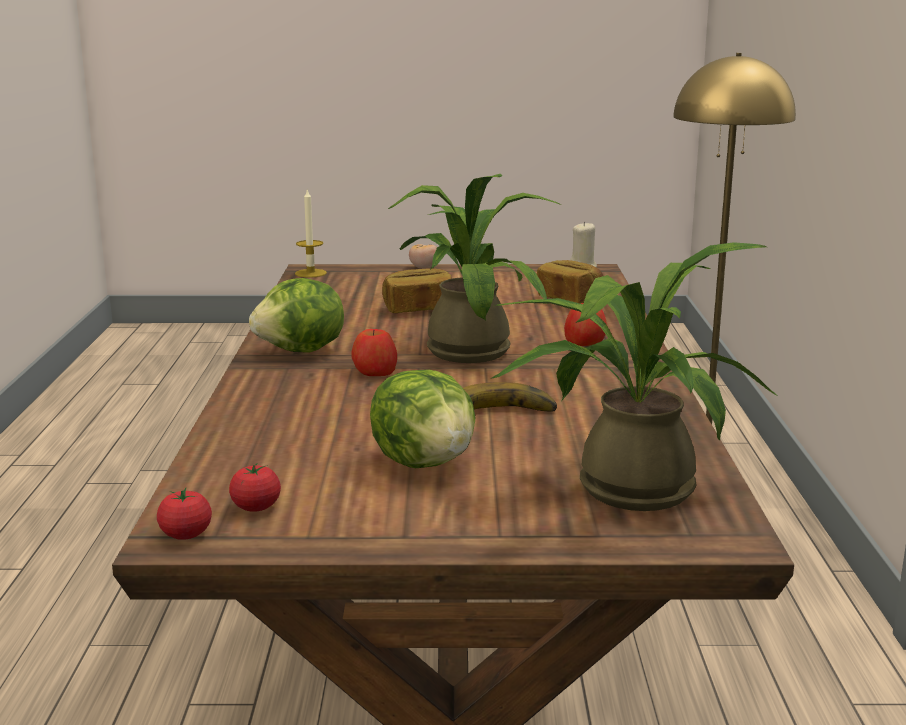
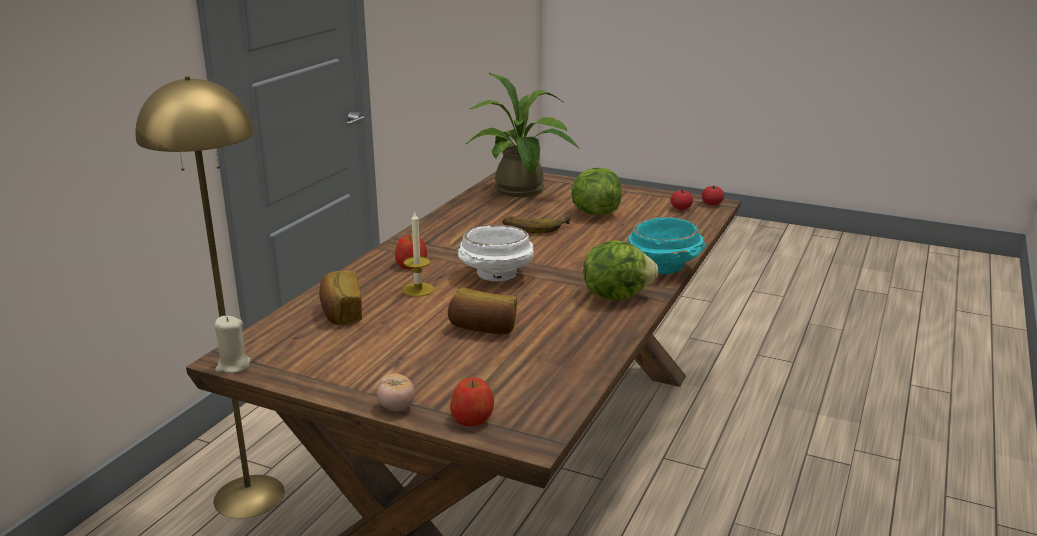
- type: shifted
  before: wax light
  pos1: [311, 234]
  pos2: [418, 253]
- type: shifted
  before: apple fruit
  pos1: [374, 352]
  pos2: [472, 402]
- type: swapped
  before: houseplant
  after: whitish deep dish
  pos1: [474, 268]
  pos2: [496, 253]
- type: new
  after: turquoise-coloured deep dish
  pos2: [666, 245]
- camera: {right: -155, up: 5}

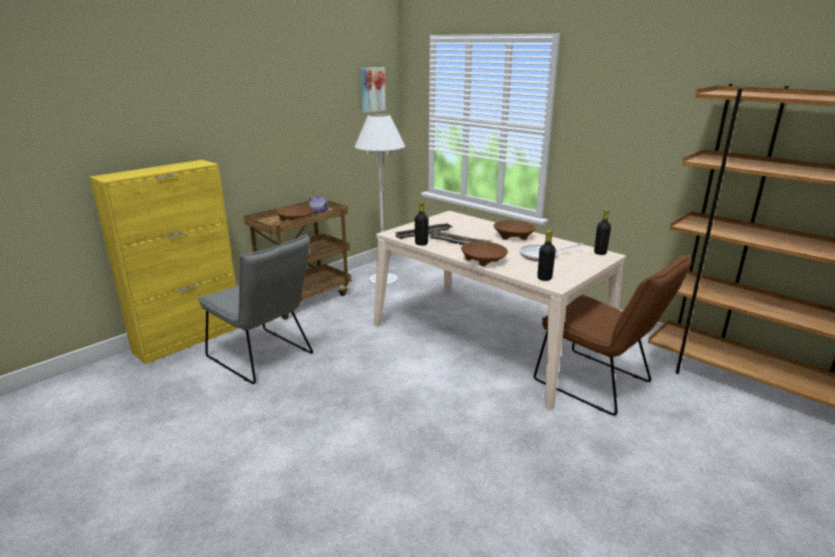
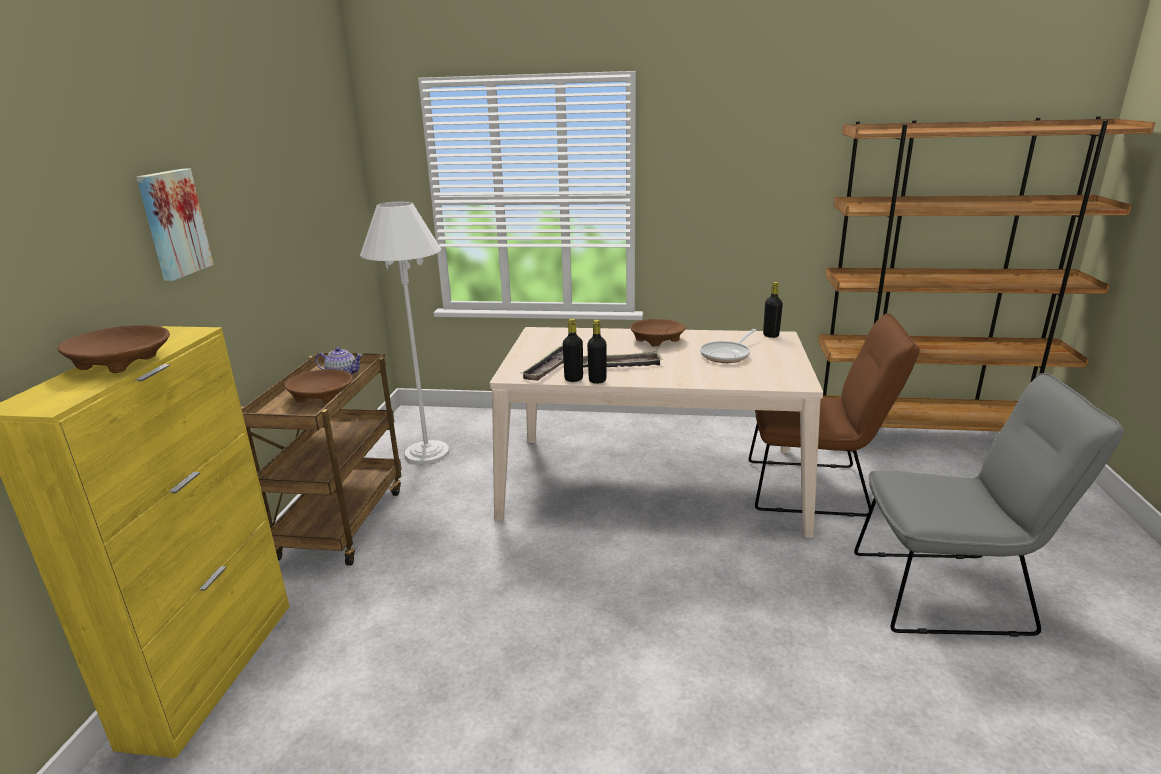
- type: shifted
  before: brownish deep dish
  pos1: [484, 253]
  pos2: [114, 349]
- type: shifted
  before: wall art
  pos1: [373, 90]
  pos2: [175, 225]
- type: shifted
  before: black-coloured beverage bottle
  pos1: [546, 255]
  pos2: [597, 352]
- type: shifted
  before: greyish chair
  pos1: [255, 309]
  pos2: [989, 505]
- camera: {right: -35, up: 0}

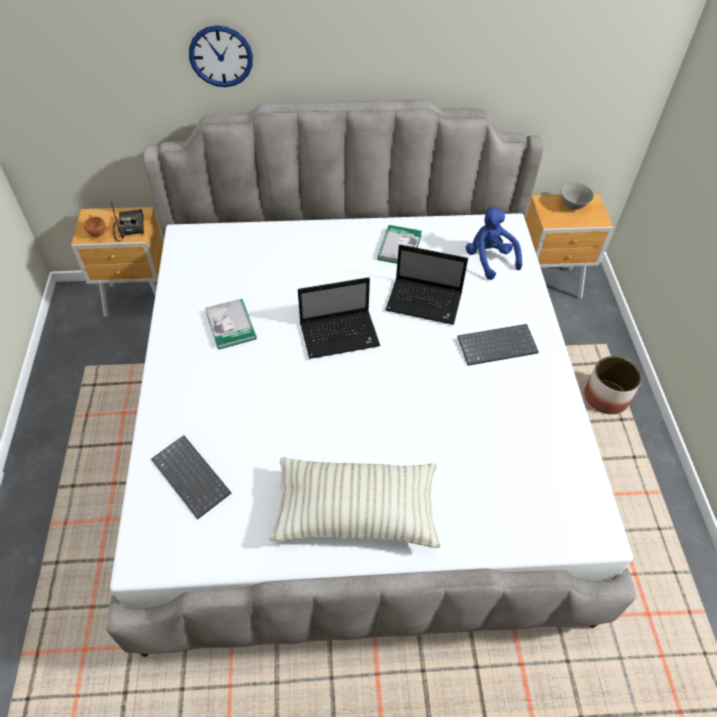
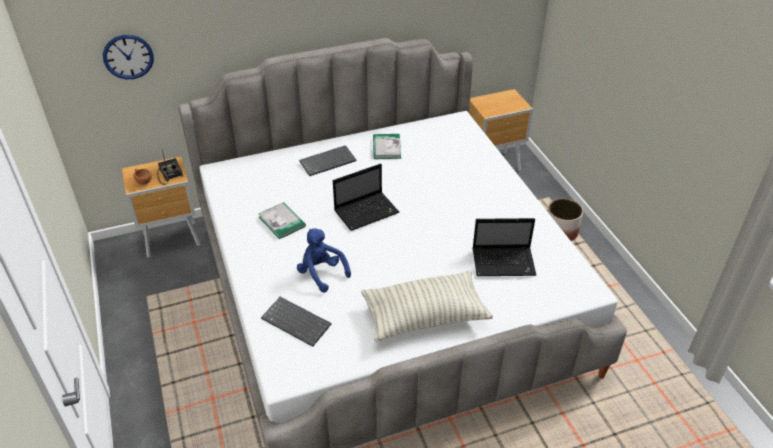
- type: shifted
  before: clock on the wall
  pos1: [221, 56]
  pos2: [128, 57]
- type: shifted
  before: blue-coloured soft toy
  pos1: [494, 243]
  pos2: [324, 260]
- type: shifted
  before: keyboard
  pos1: [498, 345]
  pos2: [328, 160]
- type: shifted
  before: portable computer
  pos1: [427, 285]
  pos2: [504, 247]
- type: gone
  before: greyish deep dish
  pos1: [577, 196]
- camera: {right: -15, up: -10}

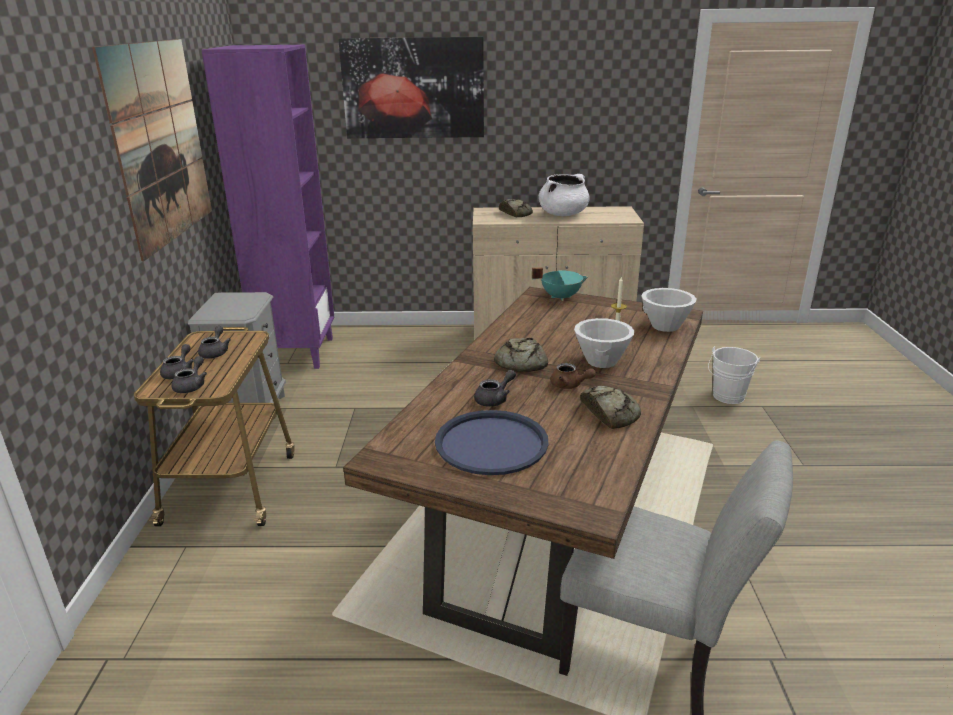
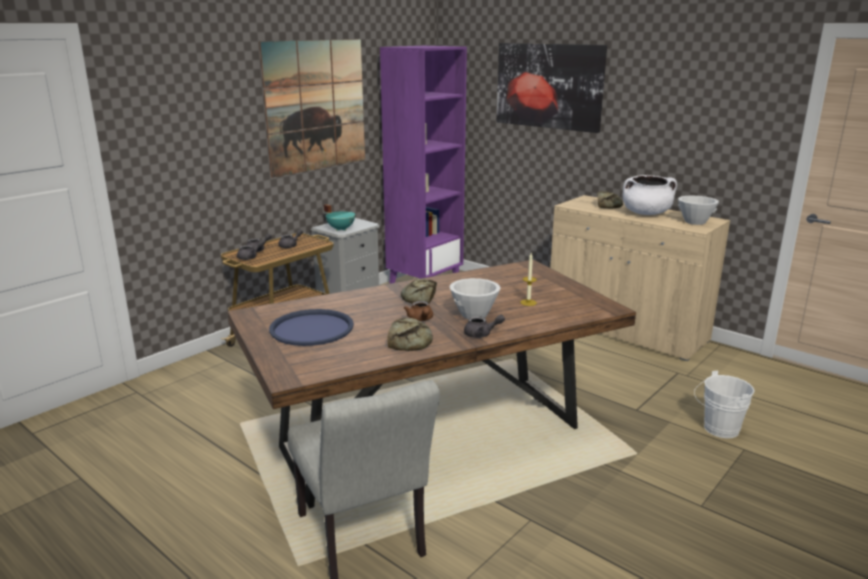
- type: shifted
  before: turquoise-coloured stockpot
  pos1: [560, 284]
  pos2: [339, 217]
- type: shifted
  before: greyish tea pot
  pos1: [495, 388]
  pos2: [484, 326]
- type: shifted
  before: whitish deep dish
  pos1: [669, 310]
  pos2: [698, 210]
- camera: {right: 40, up: -5}

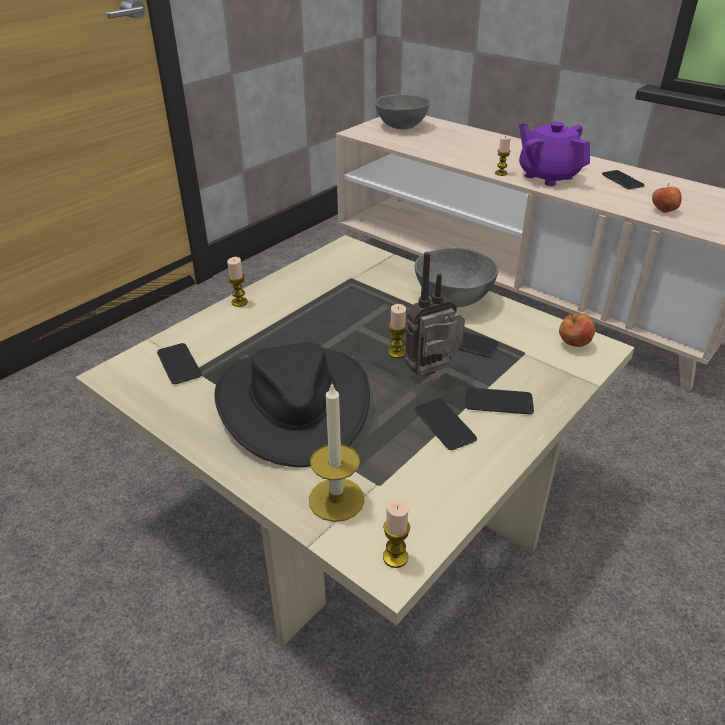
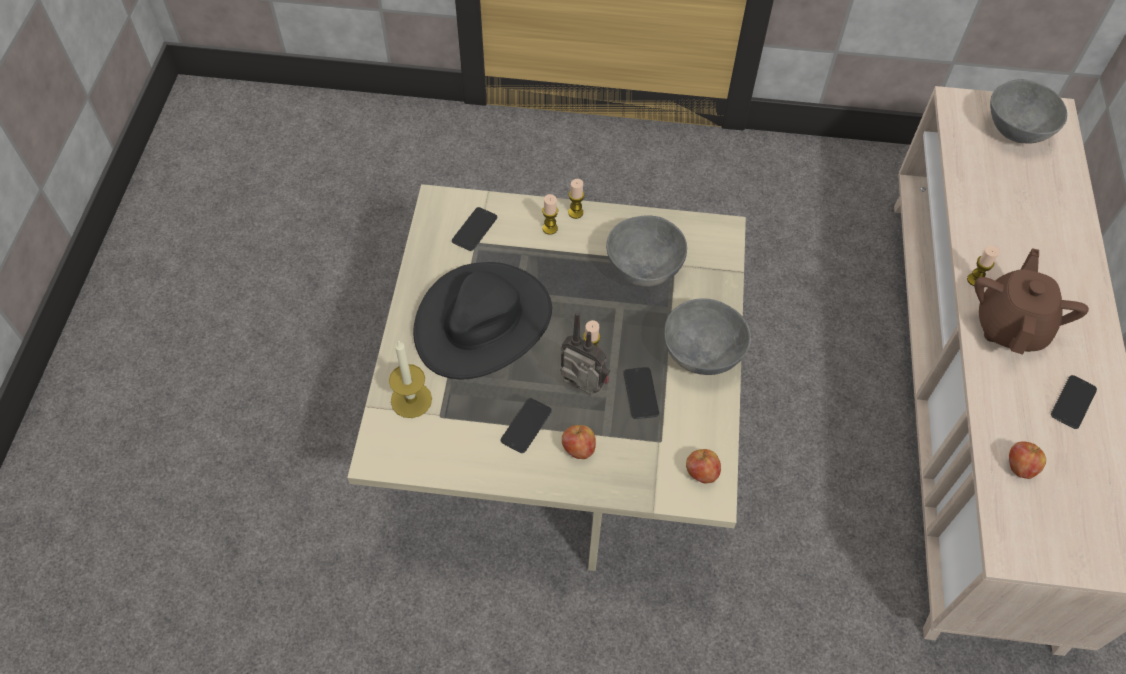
- type: shifted
  before: wax light
  pos1: [396, 534]
  pos2: [550, 214]
- type: swapped
  before: phone
  after: apple fruit
  pos1: [499, 401]
  pos2: [579, 442]
- type: new
  after: greyish deep dish
  pos2: [646, 251]
- type: repainted
  before: purple tea pot
  after: brownish tea pot
  pos1: [554, 154]
  pos2: [1031, 301]
- camera: {right: 55, up: 20}

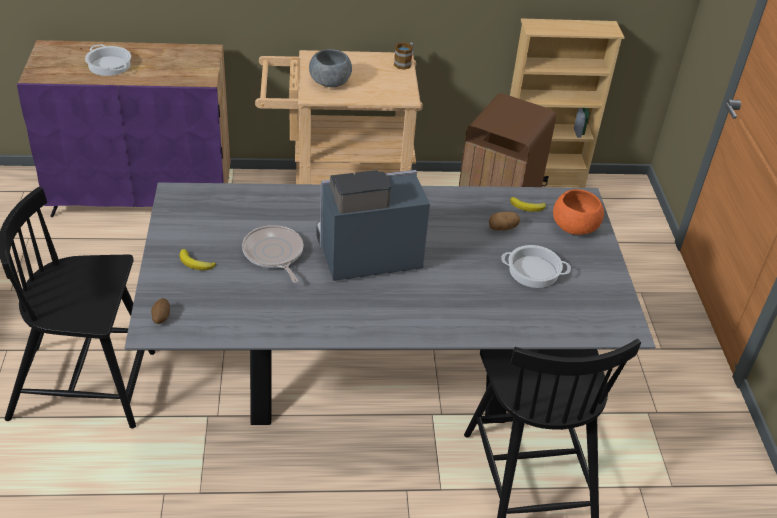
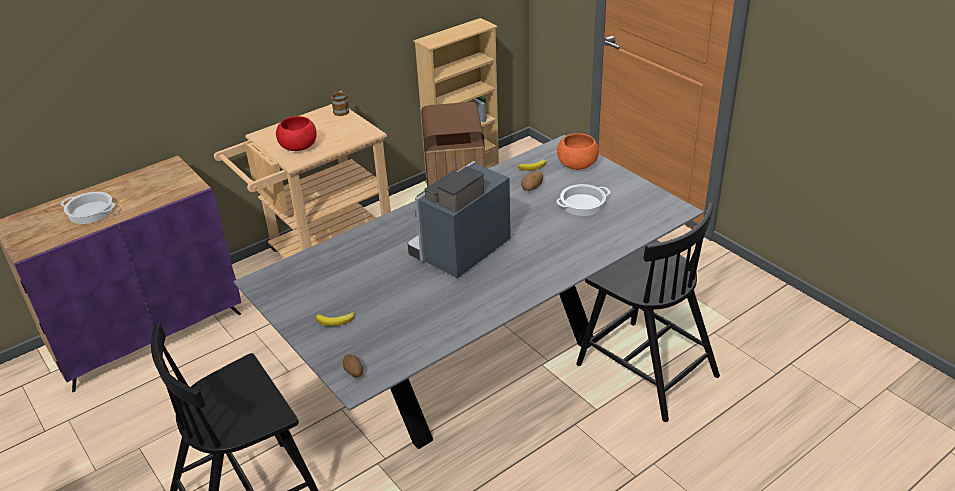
- type: repainted
  before: greyish deep dish
  after: red deep dish
  pos1: [330, 68]
  pos2: [296, 133]
- type: gone
  before: pan
  pos1: [273, 254]
- camera: {right: -30, up: -5}

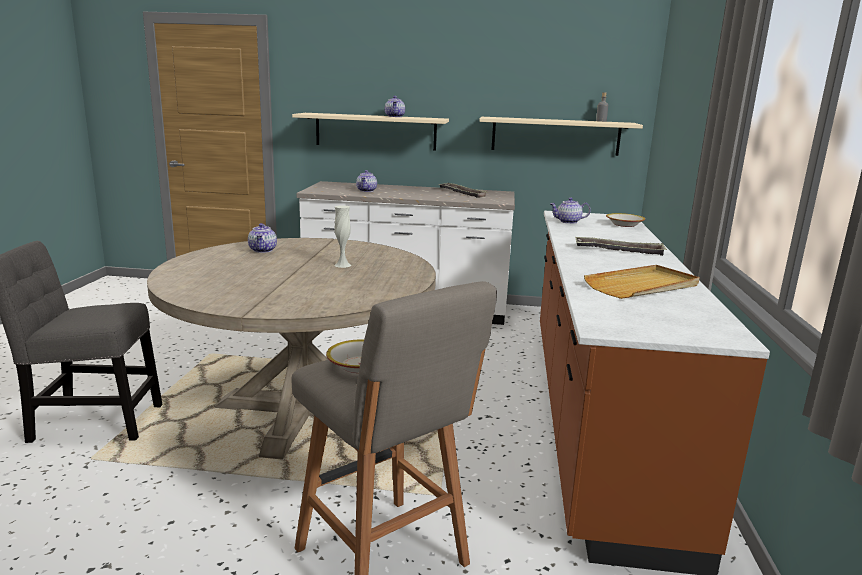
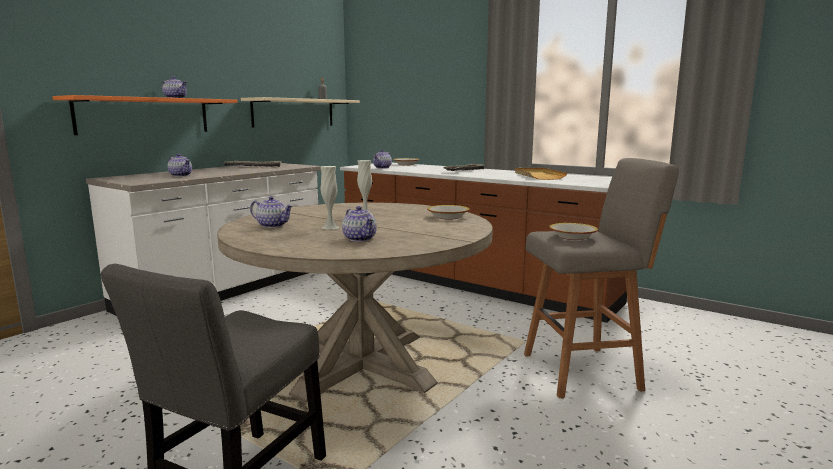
- type: repainted
  before: beige shelf
  after: orangey shelf
  pos1: [370, 132]
  pos2: [145, 115]
- type: new
  after: whitish decorative vase
  pos2: [329, 198]
- type: new
  after: tea pot
  pos2: [359, 224]
- type: new
  after: deep dish
  pos2: [448, 212]
- camera: {right: -60, up: -5}

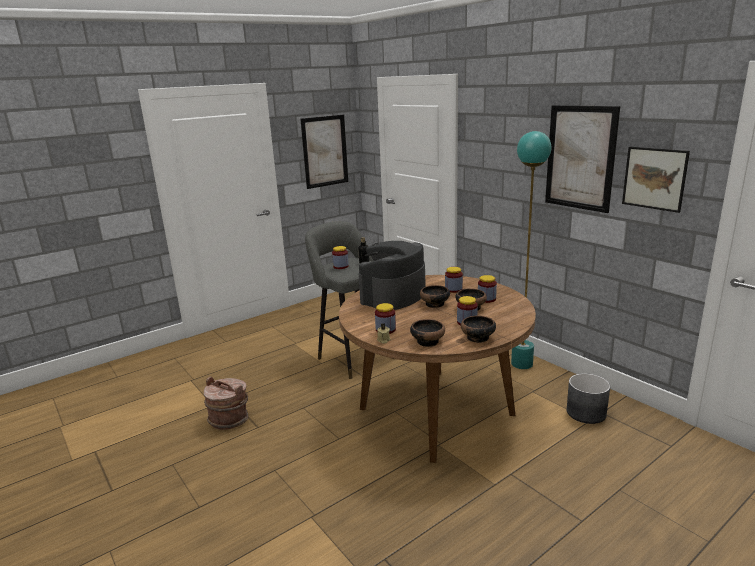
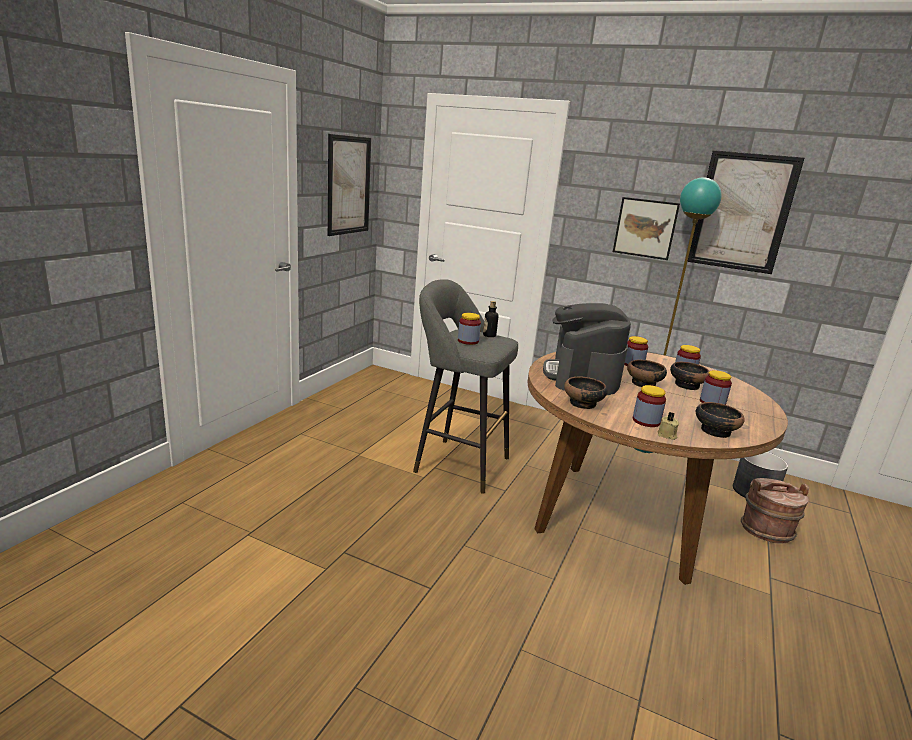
- type: shifted
  before: deep dish
  pos1: [478, 329]
  pos2: [586, 392]
- type: shifted
  before: wall art
  pos1: [656, 180]
  pos2: [646, 228]
- type: shifted
  before: brownish water bucket
  pos1: [226, 403]
  pos2: [775, 511]
- camera: {right: -30, up: 0}

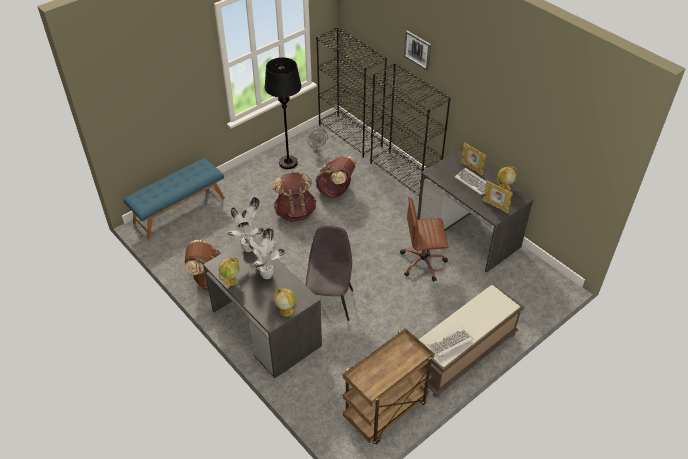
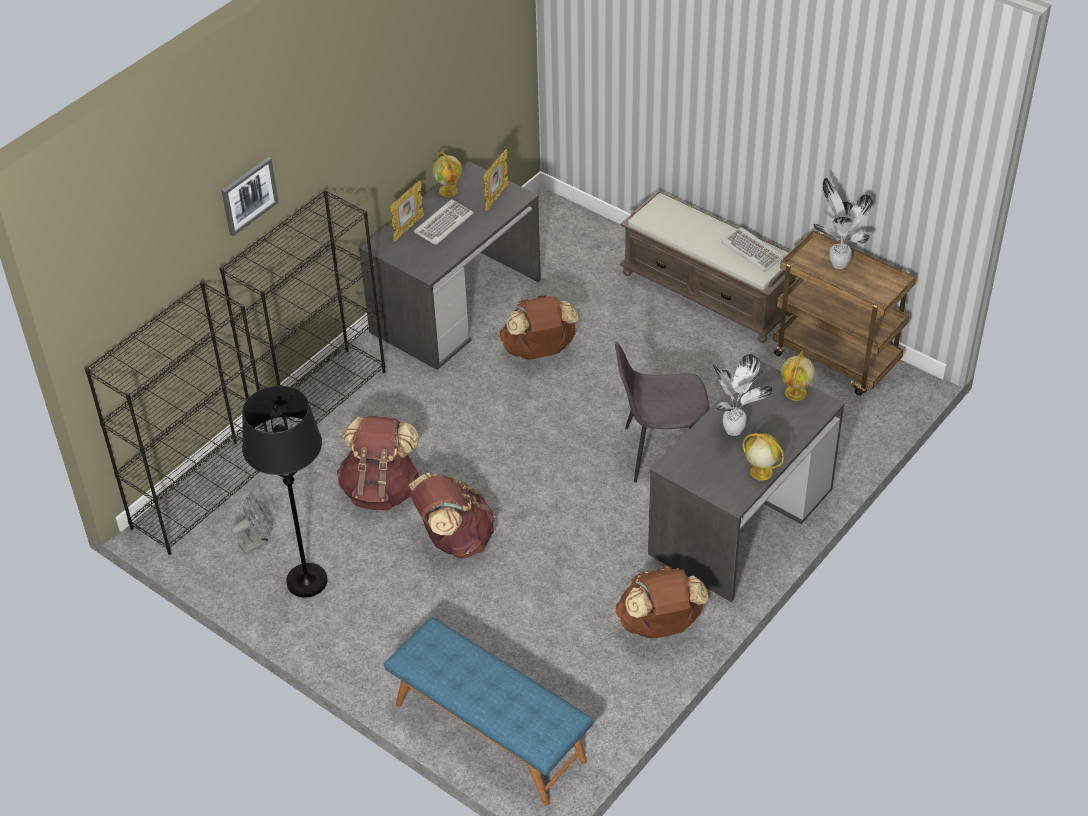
- type: swapped
  before: brownish office chair
  after: brownish rucksack
  pos1: [424, 239]
  pos2: [539, 327]
- type: shifted
  before: houseplant
  pos1: [245, 224]
  pos2: [843, 223]
- camera: {right: -100, up: 0}

